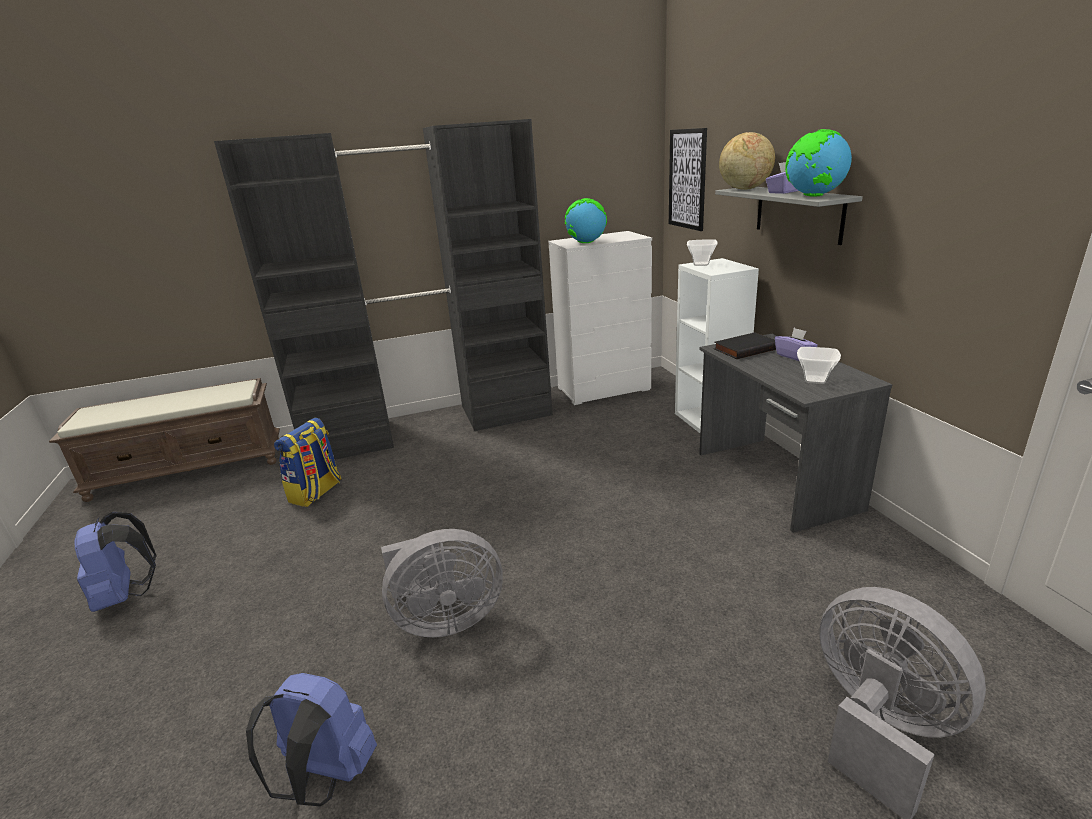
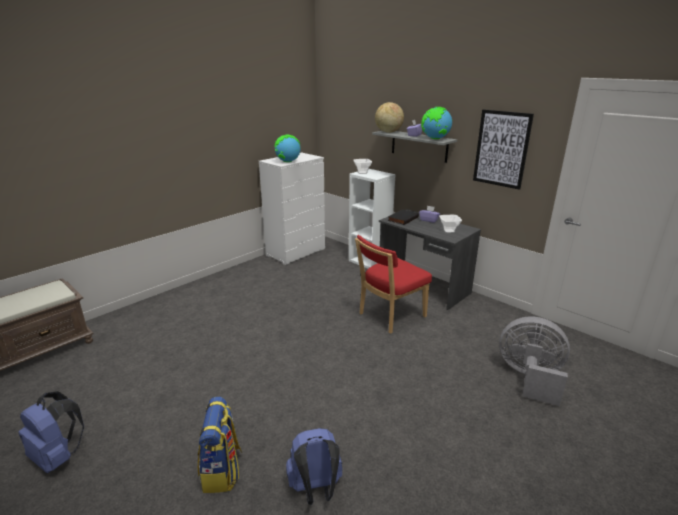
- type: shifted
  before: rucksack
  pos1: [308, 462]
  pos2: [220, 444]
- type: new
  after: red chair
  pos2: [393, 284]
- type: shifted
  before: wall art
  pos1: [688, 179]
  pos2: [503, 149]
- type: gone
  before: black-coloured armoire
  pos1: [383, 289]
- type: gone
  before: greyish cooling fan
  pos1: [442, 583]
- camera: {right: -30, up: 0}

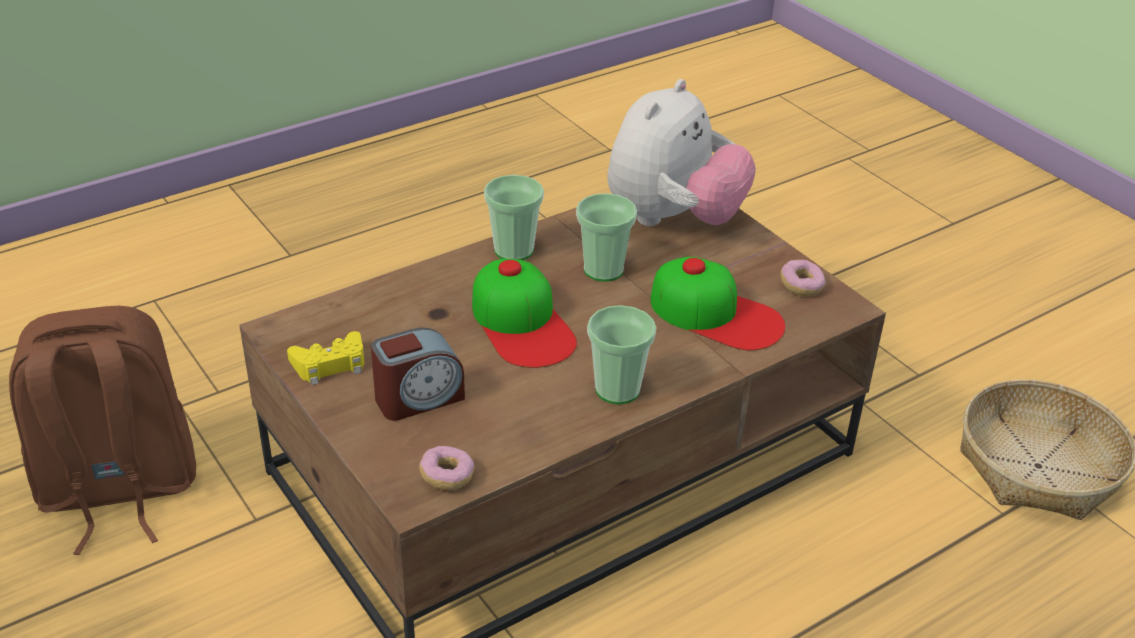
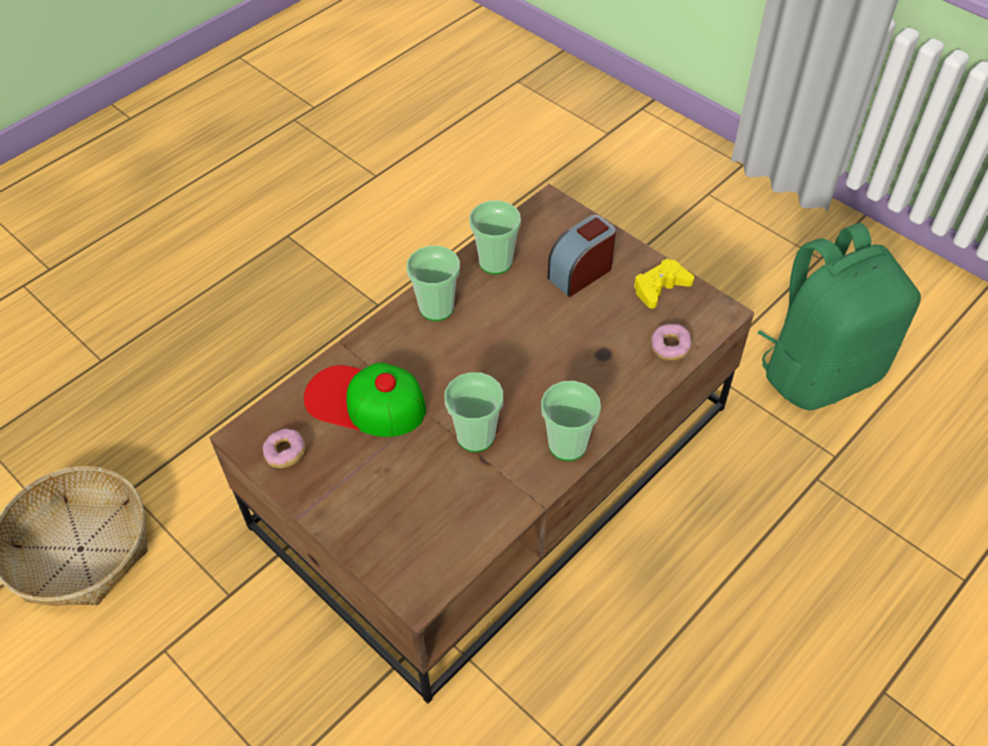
- type: new
  after: small cup
  pos2: [495, 237]
- type: shifted
  before: ring doughnut
  pos1: [447, 468]
  pos2: [671, 342]
- type: repainted
  before: brownish rucksack
  after: green rucksack
  pos1: [102, 430]
  pos2: [839, 317]
- type: gone
  before: peaked cap
  pos1: [524, 313]
- type: gone
  before: soft toy
  pos1: [681, 152]
- camera: {right: 170, up: 15}

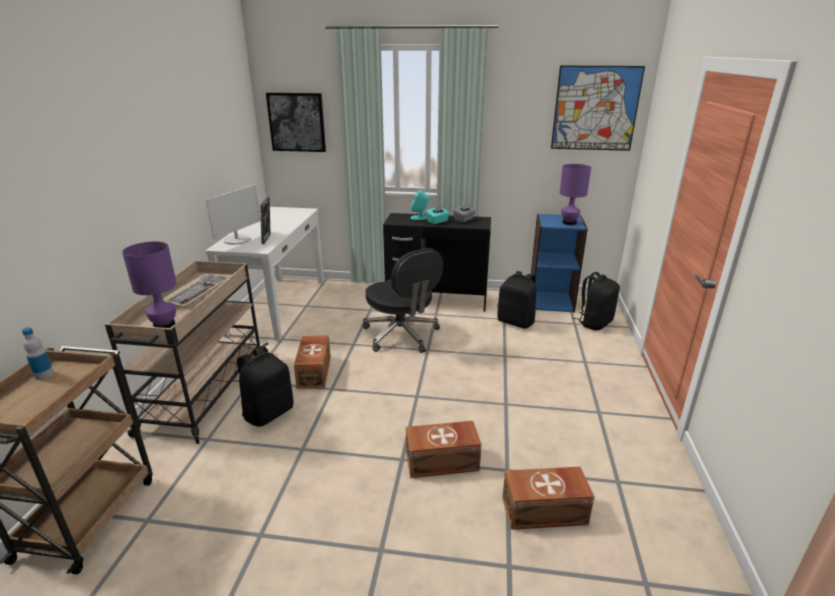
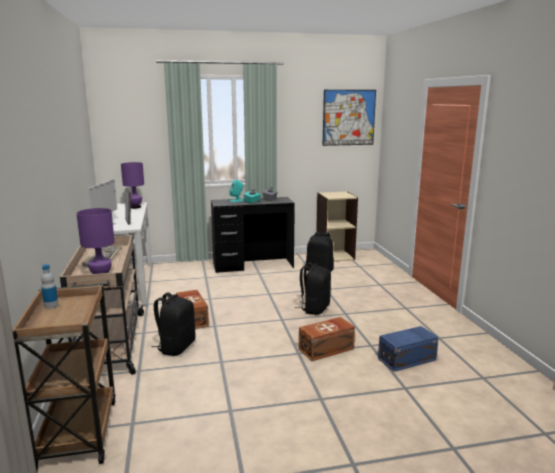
- type: shifted
  before: purple table lamp
  pos1: [575, 194]
  pos2: [132, 185]
- type: shifted
  before: black-coloured rucksack
  pos1: [596, 301]
  pos2: [312, 288]
- type: repainted
  before: blue-coloured shelving unit
  after: beige shelving unit
  pos1: [559, 263]
  pos2: [337, 226]
- type: repainted
  before: brownish storage container
  after: blue-coloured storage container
  pos1: [548, 498]
  pos2: [408, 349]
- type: gone
  before: wall art
  pos1: [296, 122]
- type: gone
  before: black-coloured office chair
  pos1: [403, 300]
- camera: {right: -20, up: -10}

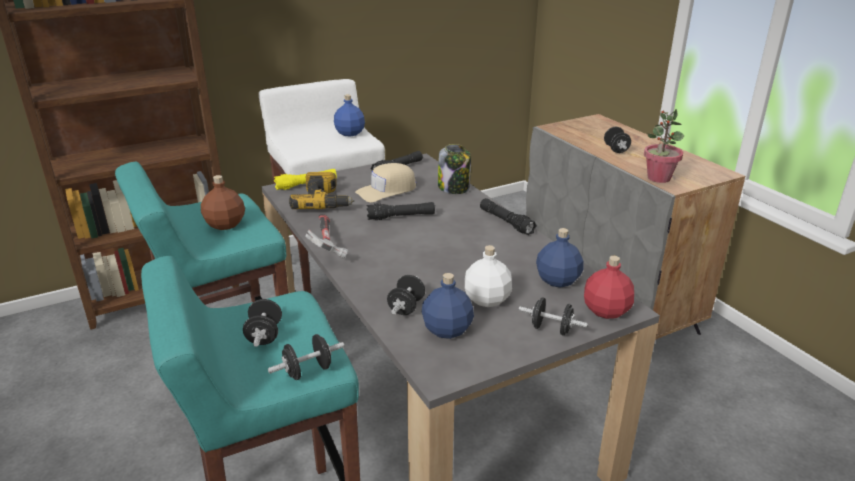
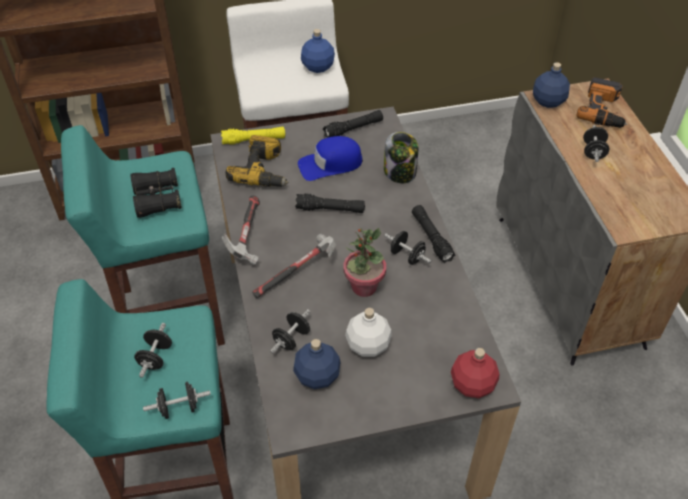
- type: swapped
  before: brownish beverage bottle
  after: black-coloured pair of binoculars
  pos1: [223, 202]
  pos2: [156, 193]
- type: new
  after: hammer
  pos2: [294, 266]
- type: repainted
  before: beige peaked cap
  after: blue-coloured peaked cap
  pos1: [385, 182]
  pos2: [330, 158]
- type: shifted
  before: houseplant
  pos1: [664, 146]
  pos2: [365, 262]
- type: shifted
  before: black-coloured free weight
  pos1: [553, 317]
  pos2: [408, 248]
- type: shifted
  before: blue-coloured beverage bottle
  pos1: [559, 258]
  pos2: [551, 85]
- type: new
  after: power drill
  pos2: [602, 102]
- camera: {right: 15, up: 20}

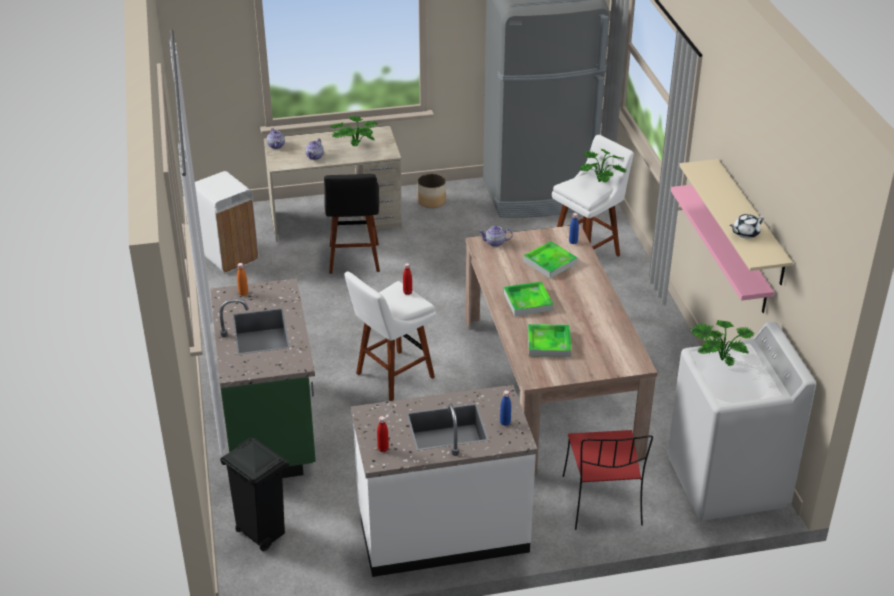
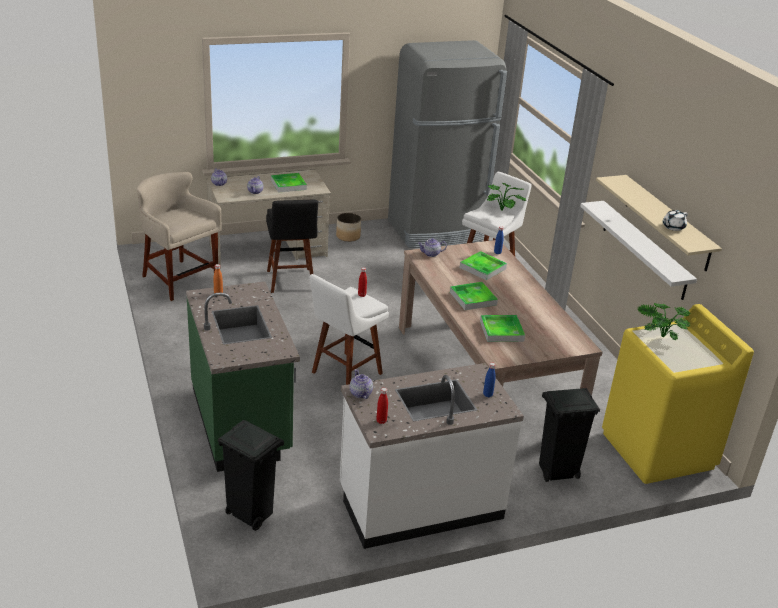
- type: swapped
  before: whitish waste bin
  after: beige stool seat
  pos1: [227, 222]
  pos2: [179, 236]
- type: swapped
  before: houseplant
  after: tray
  pos1: [354, 131]
  pos2: [289, 183]
- type: new
  after: tea pot
  pos2: [361, 384]
- type: swapped
  before: red chair
  after: black-coloured waste bin
  pos1: [608, 480]
  pos2: [569, 435]
- type: repainted
  before: pinkish shelf
  after: whitish shelf
  pos1: [722, 249]
  pos2: [638, 250]
- type: repainted
  before: whitish laundry machine
  after: yellow laundry machine
  pos1: [741, 421]
  pos2: [678, 394]
- camera: {right: -10, up: -5}

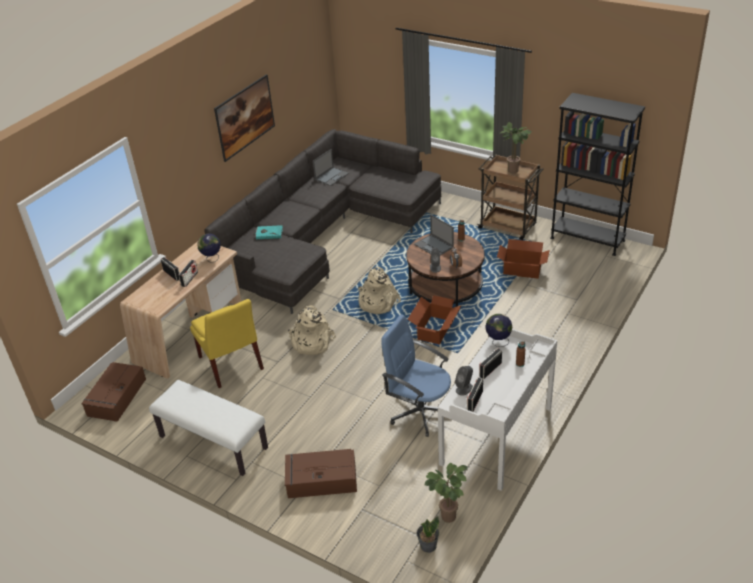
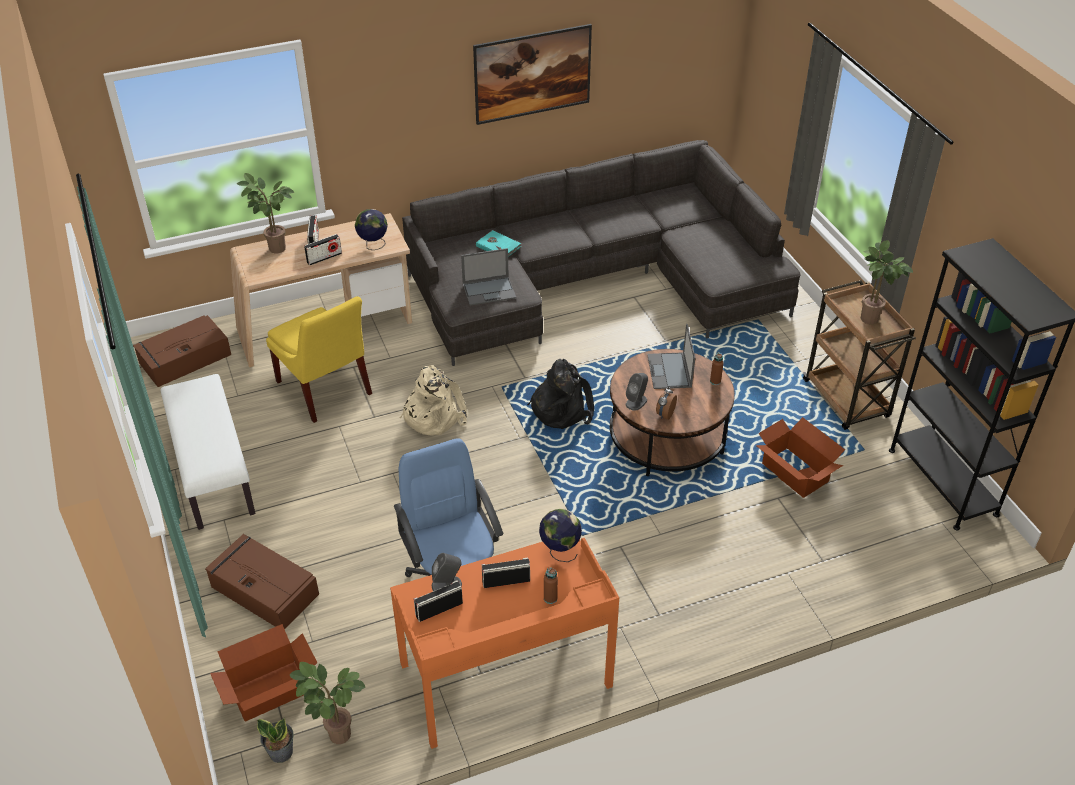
- type: shifted
  before: packing box
  pos1: [435, 320]
  pos2: [263, 673]
- type: new
  after: houseplant
  pos2: [265, 213]
- type: rotated
  before: yellow chair
  pos1: [227, 343]
  pos2: [319, 359]
  turn: -45
- type: repainted
  before: whitish desk
  after: orangey desk
  pos1: [497, 410]
  pos2: [504, 643]
- type: shifted
  before: portable computer
  pos1: [331, 167]
  pos2: [488, 277]
- type: repainted
  before: beige rucksack
  after: black-coloured rucksack
  pos1: [379, 290]
  pos2: [560, 394]
- camera: {right: 35, up: 5}

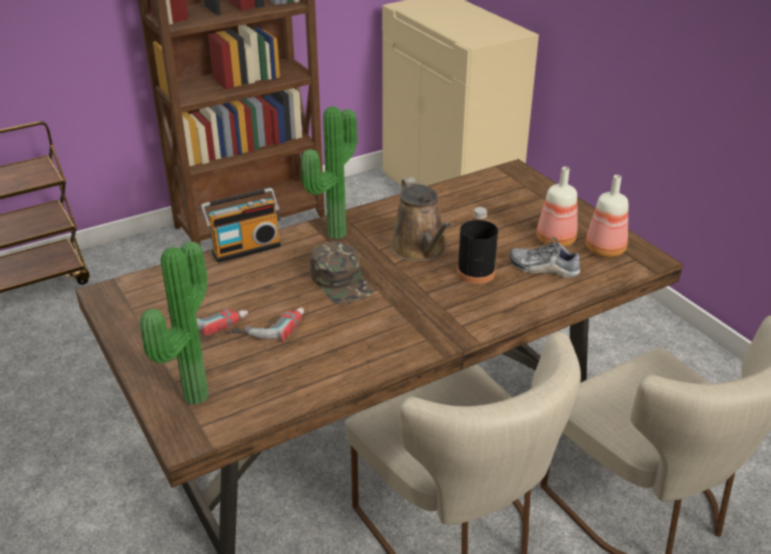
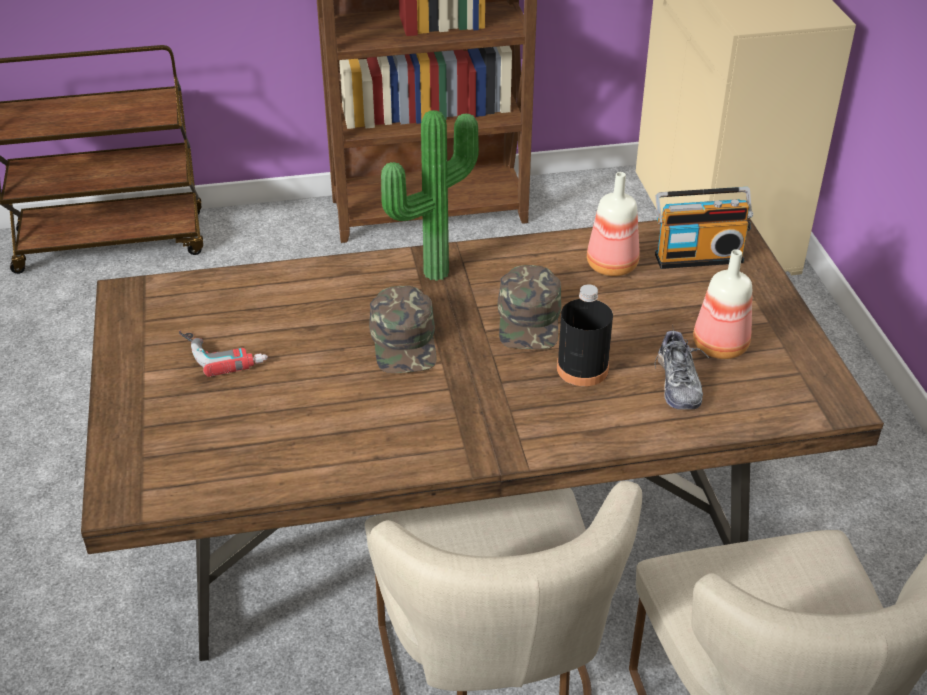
- type: swapped
  before: brownish sprinkling can
  after: green peaked cap
  pos1: [420, 219]
  pos2: [529, 307]
- type: shifted
  before: beverage bottle
  pos1: [607, 216]
  pos2: [613, 224]
- type: shifted
  before: radio receiver
  pos1: [241, 225]
  pos2: [704, 228]
- type: rotated
  before: shoe
  pos1: [544, 257]
  pos2: [682, 367]
  turn: -135
- type: gone
  before: houseplant
  pos1: [174, 323]
- type: gone
  before: power drill
  pos1: [264, 325]
- camera: {right: 20, up: 5}

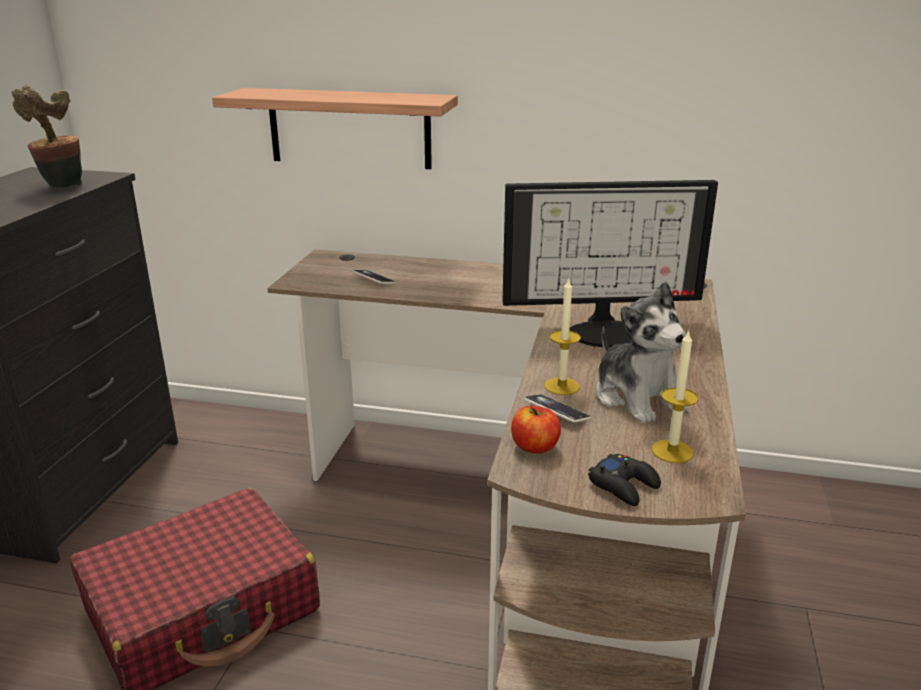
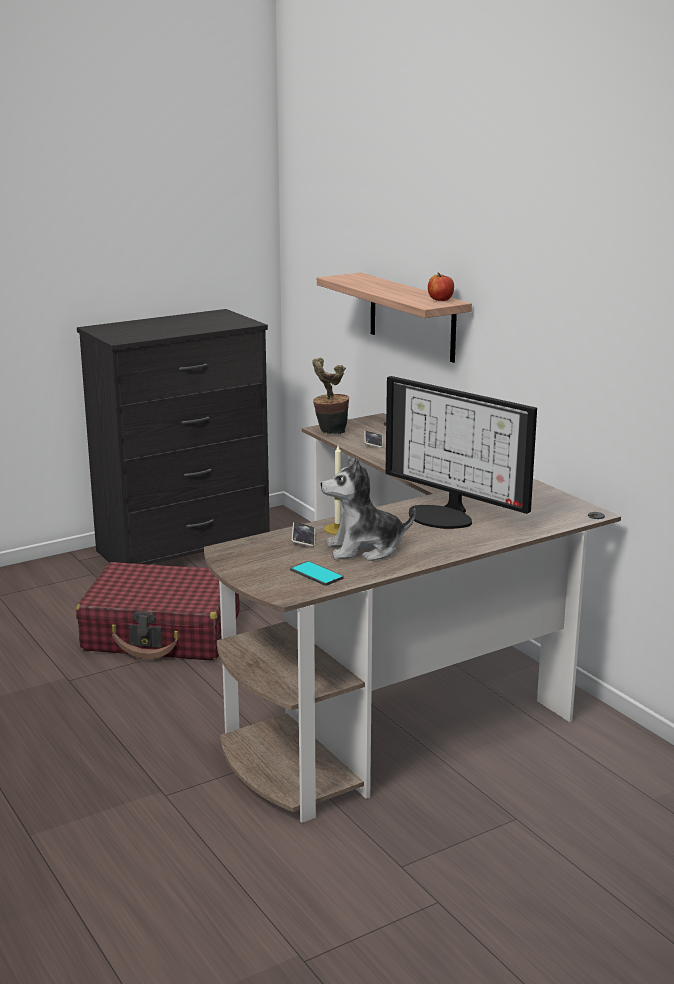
- type: swapped
  before: wax light
  after: phone
  pos1: [675, 396]
  pos2: [317, 573]
- type: shifted
  before: houseplant
  pos1: [46, 136]
  pos2: [330, 396]
- type: rotated
  before: soft toy
  pos1: [642, 352]
  pos2: [368, 509]
  turn: 60
- type: shifted
  before: apple fruit
  pos1: [536, 429]
  pos2: [441, 286]
- type: gone
  before: black-coloured gamepad
  pos1: [624, 480]
- camera: {right: 45, up: -5}

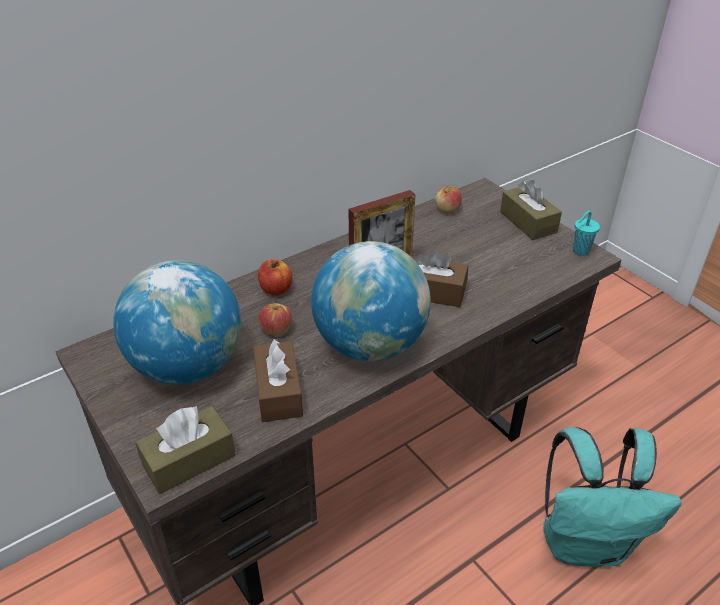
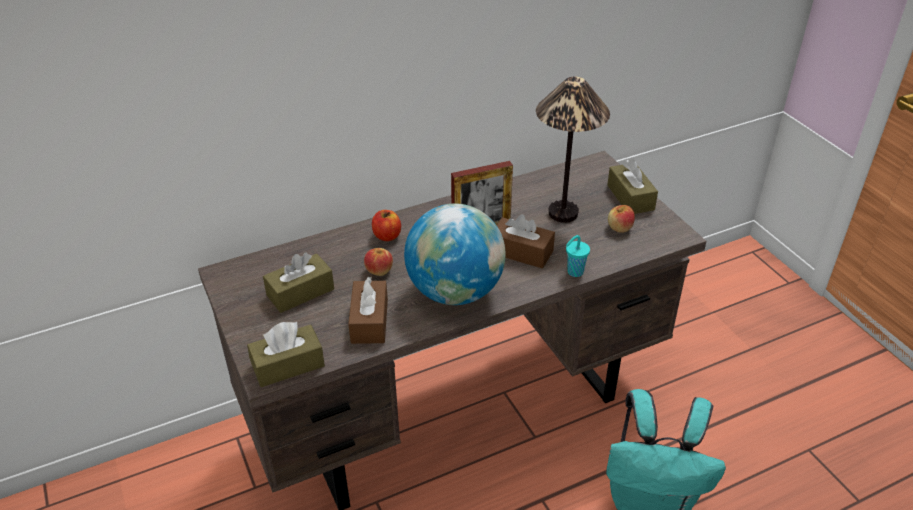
- type: swapped
  before: world globe
  after: brownish tissue holder
  pos1: [177, 322]
  pos2: [298, 283]
- type: new
  after: table lamp
  pos2: [573, 150]
- type: shifted
  before: turquoise-coloured small cup
  pos1: [586, 233]
  pos2: [578, 256]
- type: shifted
  before: apple fruit
  pos1: [448, 200]
  pos2: [621, 219]
- camera: {right: 10, up: 0}

